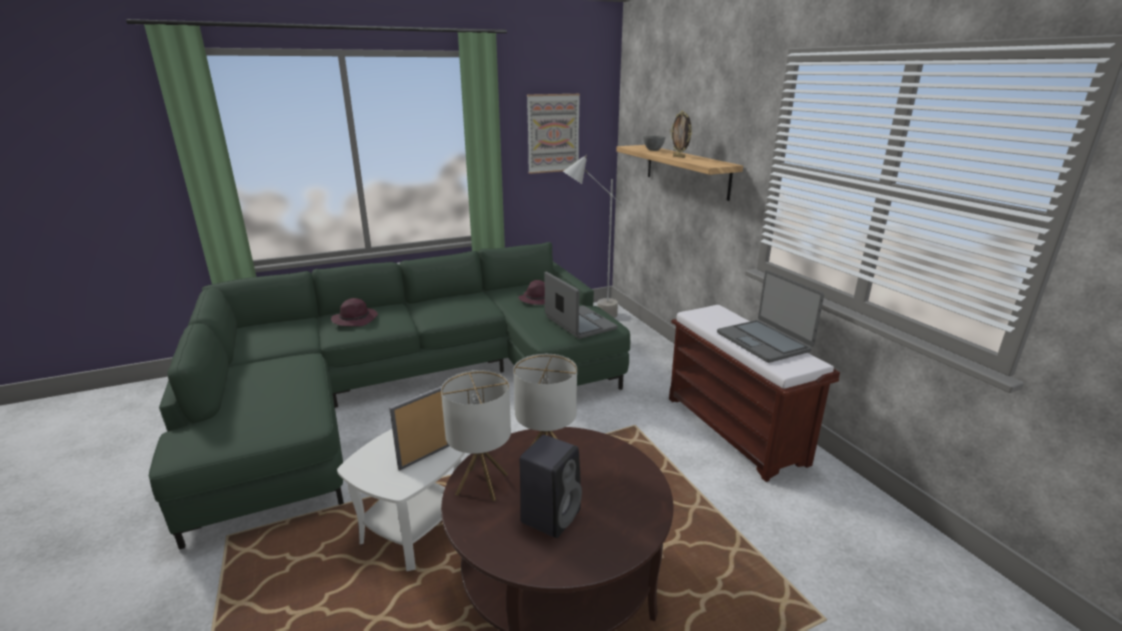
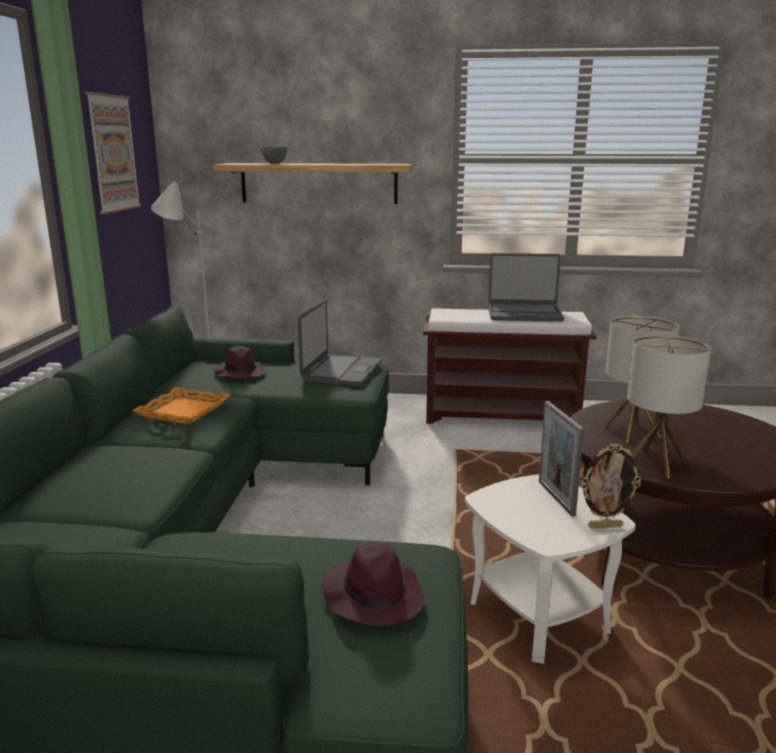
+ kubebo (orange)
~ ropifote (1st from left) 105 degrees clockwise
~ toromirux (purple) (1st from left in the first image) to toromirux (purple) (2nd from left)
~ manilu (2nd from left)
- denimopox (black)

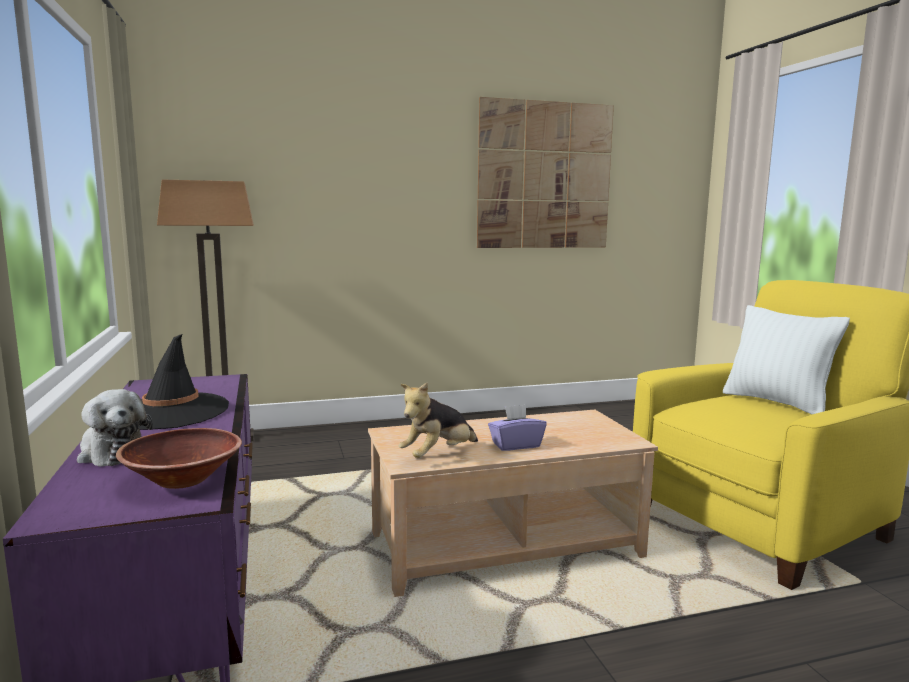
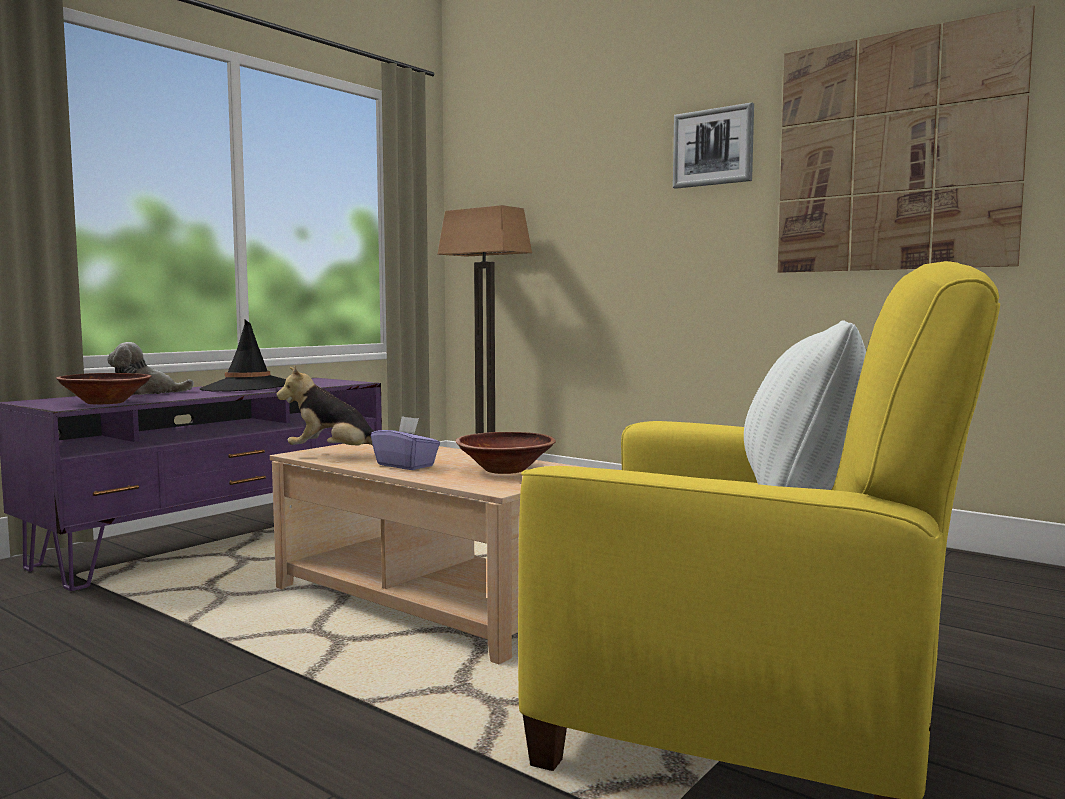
~ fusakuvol (1st from left) 60 degrees clockwise
+ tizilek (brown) (2nd from left)
+ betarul (1st from left)

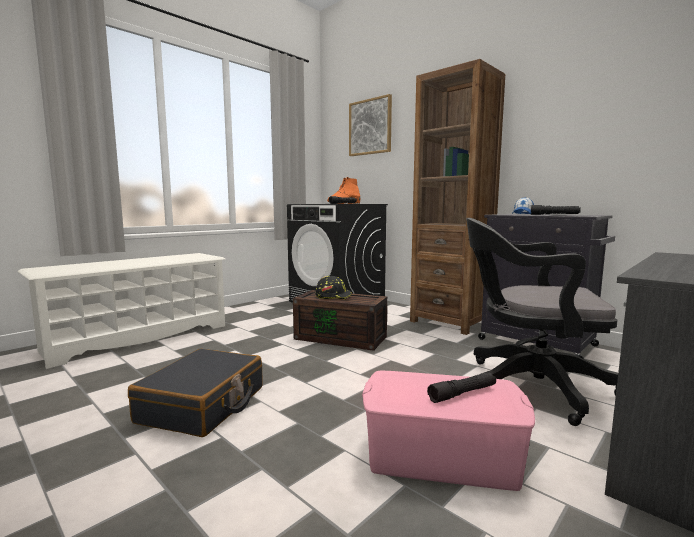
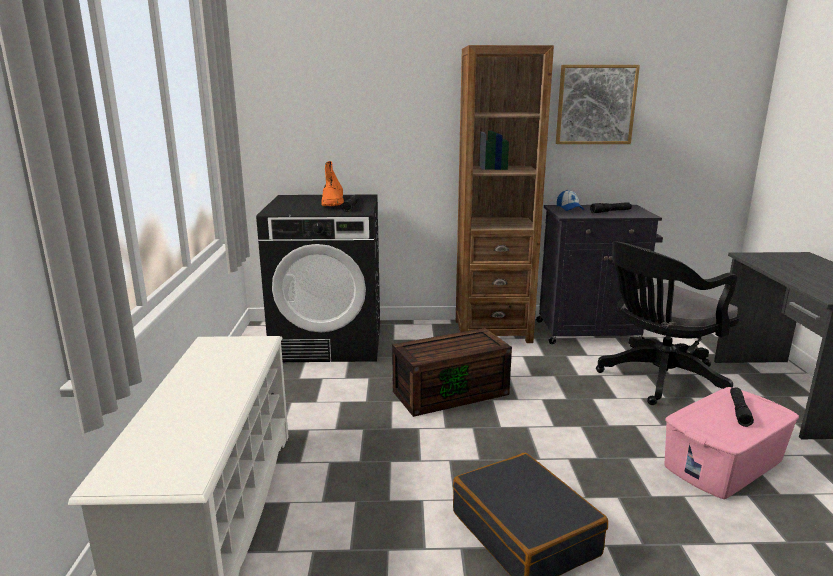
~ betarul
- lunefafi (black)

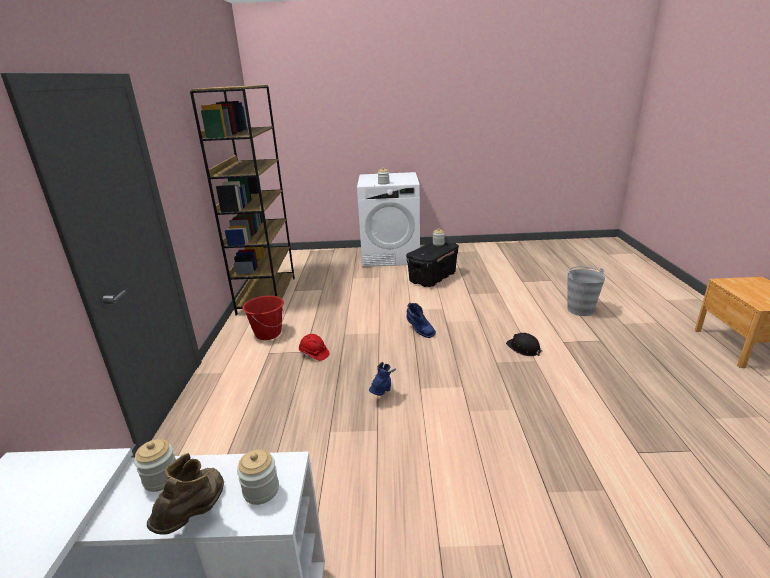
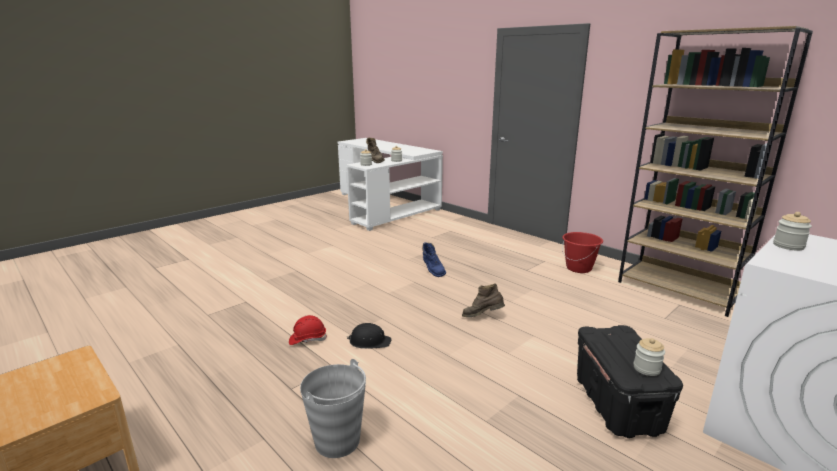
~ lunefafi (red)
~ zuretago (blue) (2nd from left) to zuretago (brown) (2nd from left)

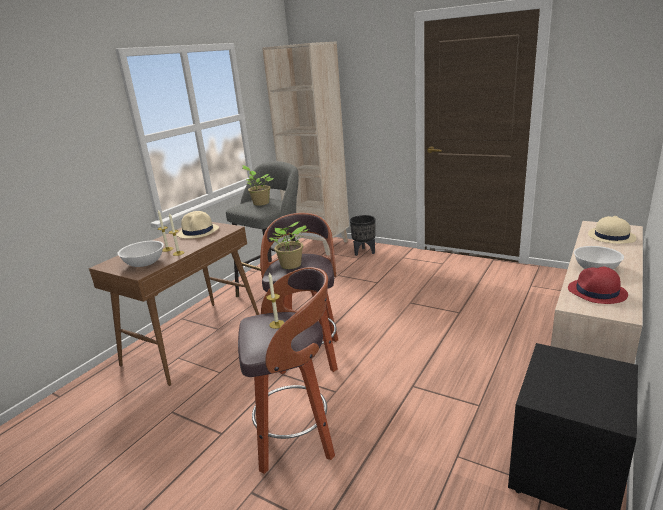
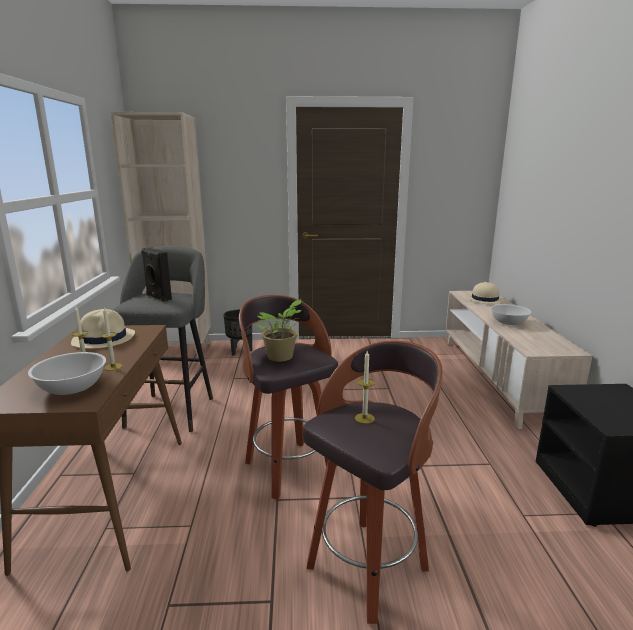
~ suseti (1st from left) to denimopox (black)
- toromirux (red)

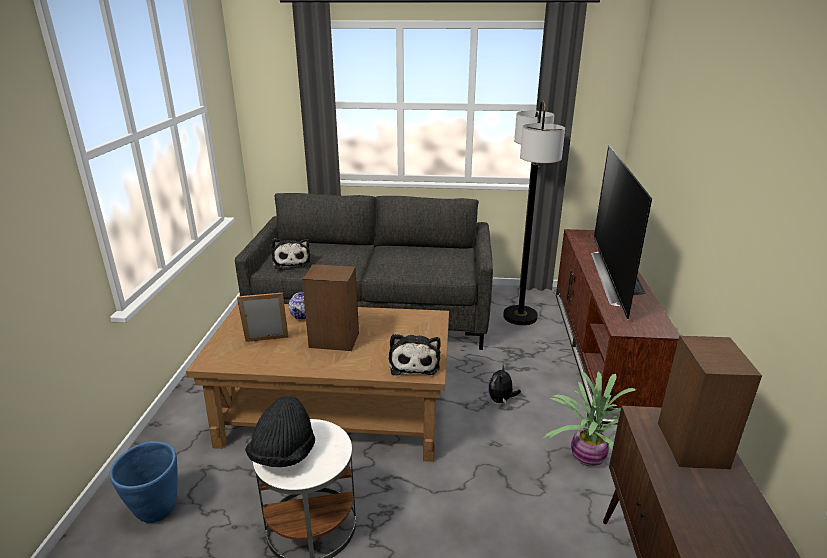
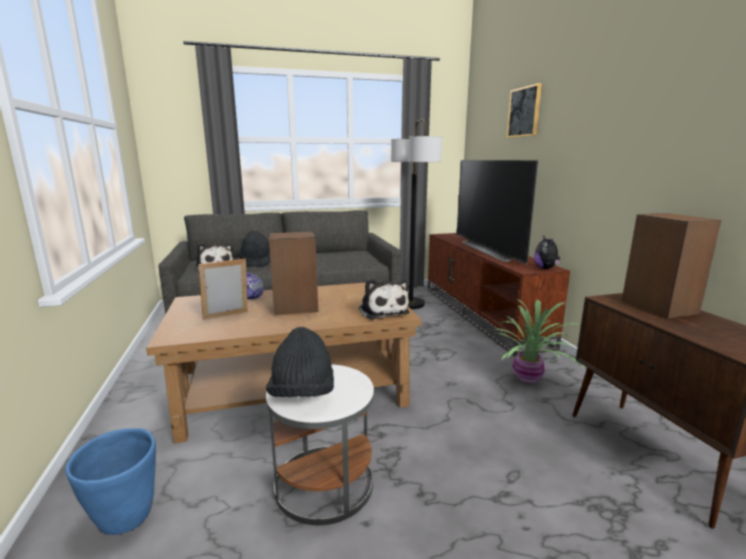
+ toromirux (black) (1st from left)
+ betarul
~ fusakuvol (3rd from left)

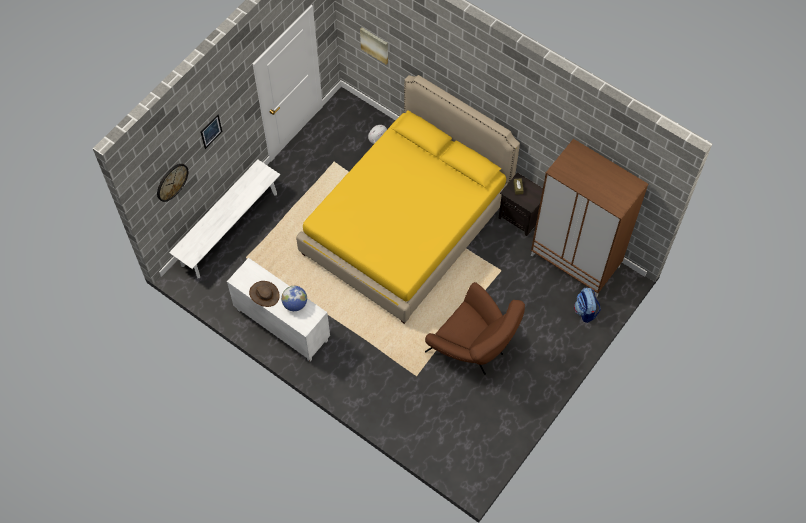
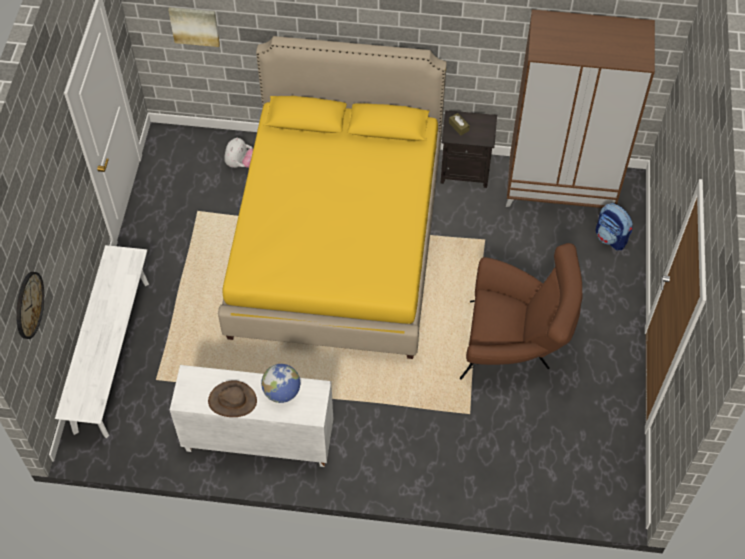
- betarul (1st from left)

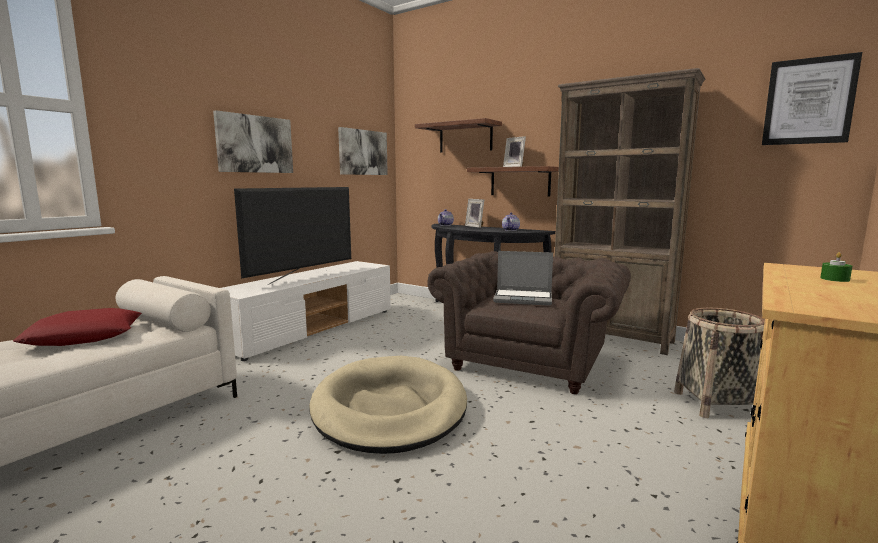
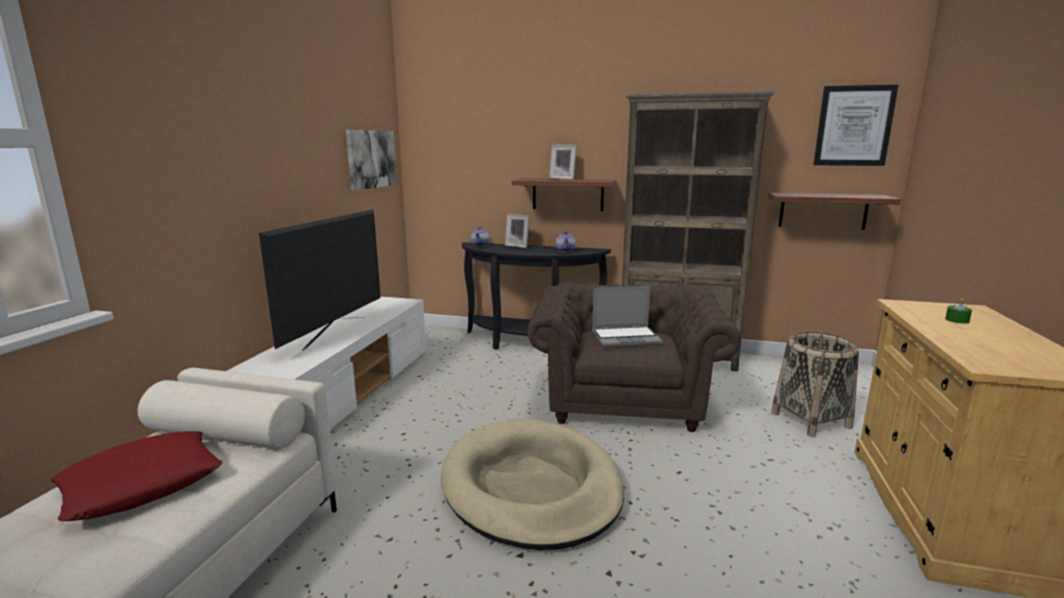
~ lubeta (1st from left in the first image) to lubeta (2nd from left)
- betarul (1st from left)

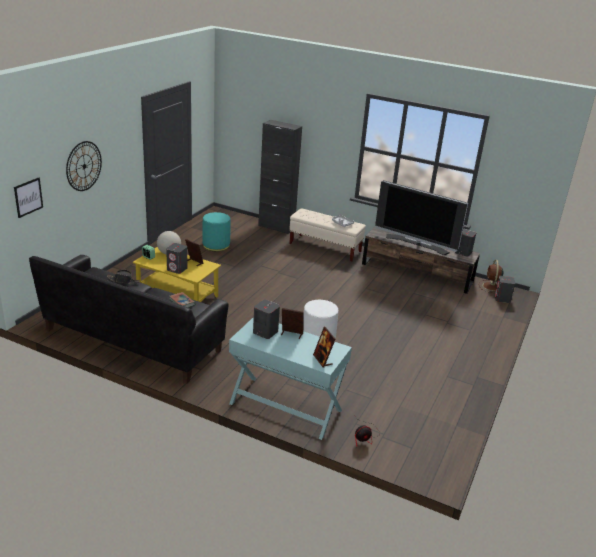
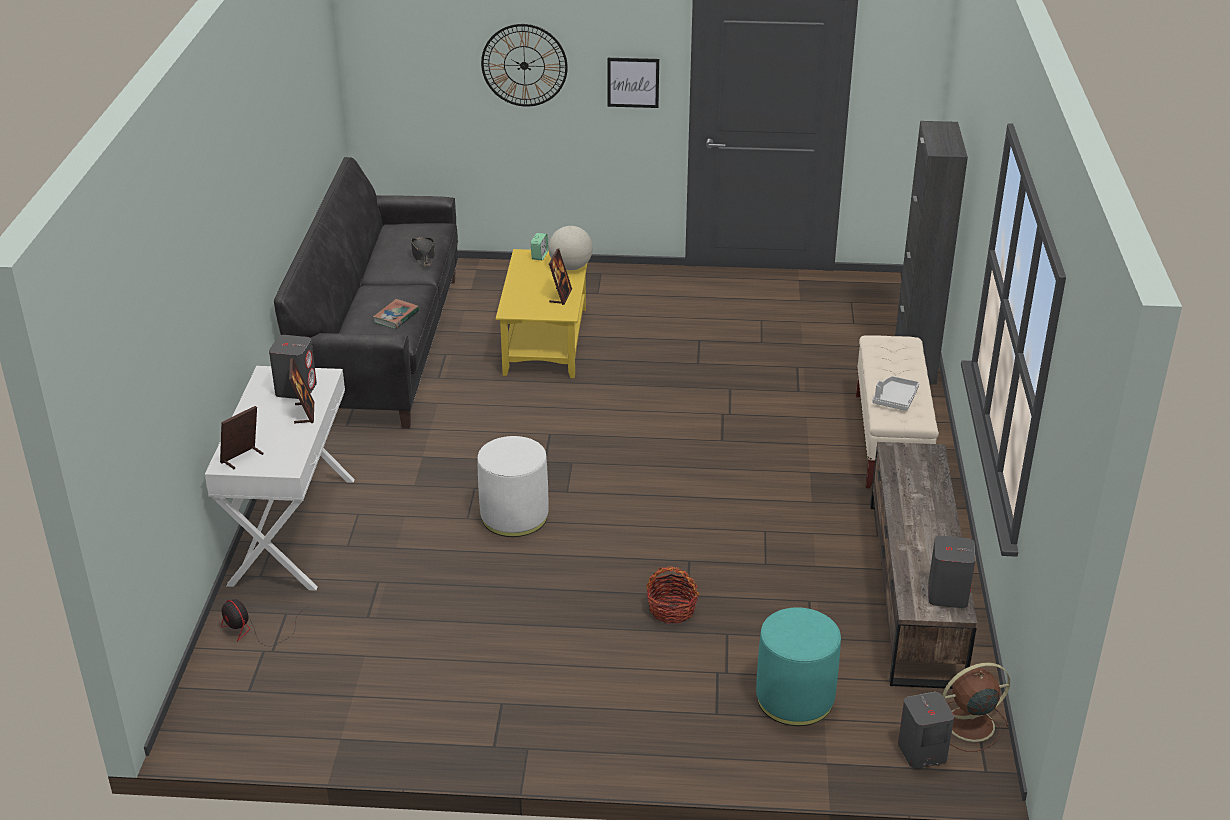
~ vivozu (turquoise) to vivozu (white)
~ betarul
+ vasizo
~ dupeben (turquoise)
- denimopox (grey) (1st from left)
- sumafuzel

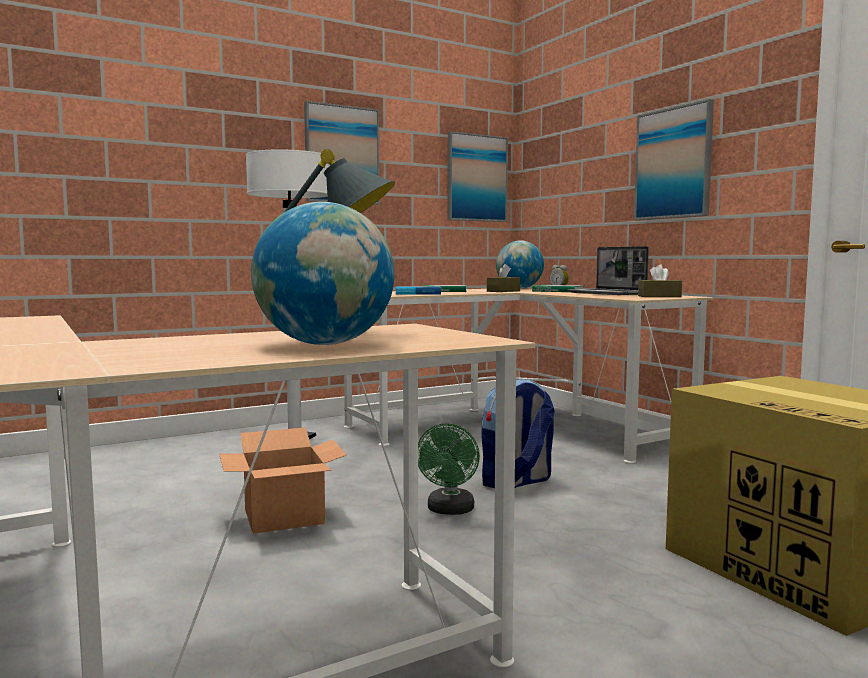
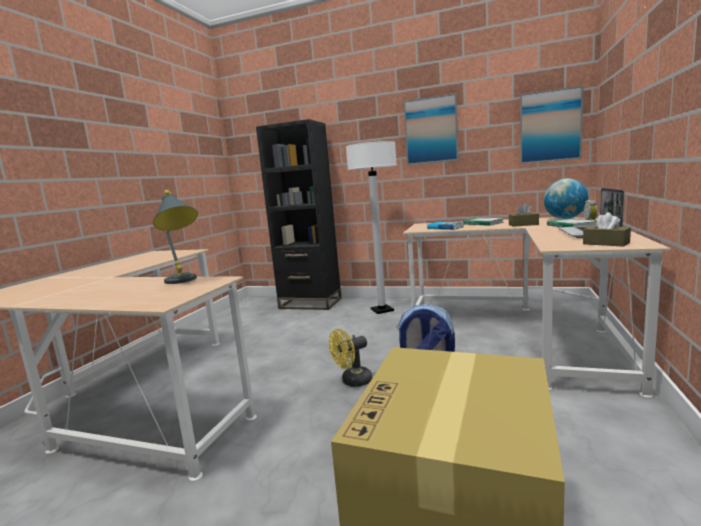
+ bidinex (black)
~ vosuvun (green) to vosuvun (yellow)
- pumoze (1st from left)
- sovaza (1st from left)
- betarul (3rd from left)

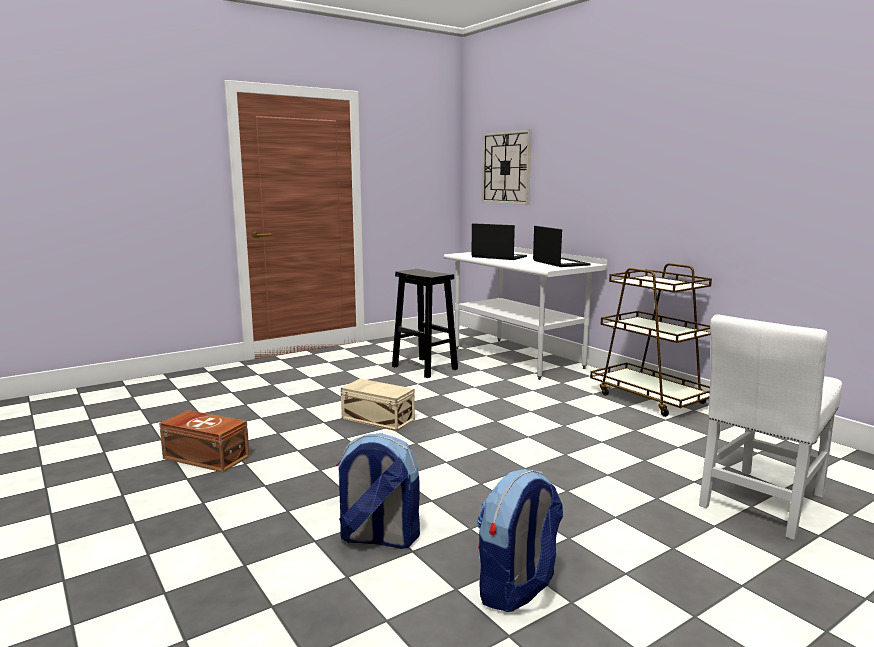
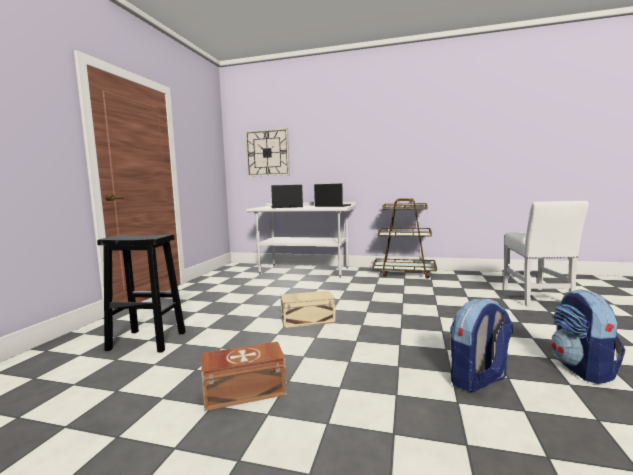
~ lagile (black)

